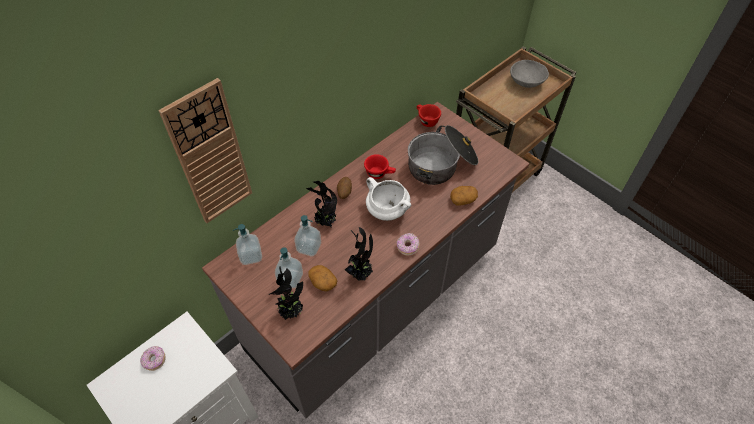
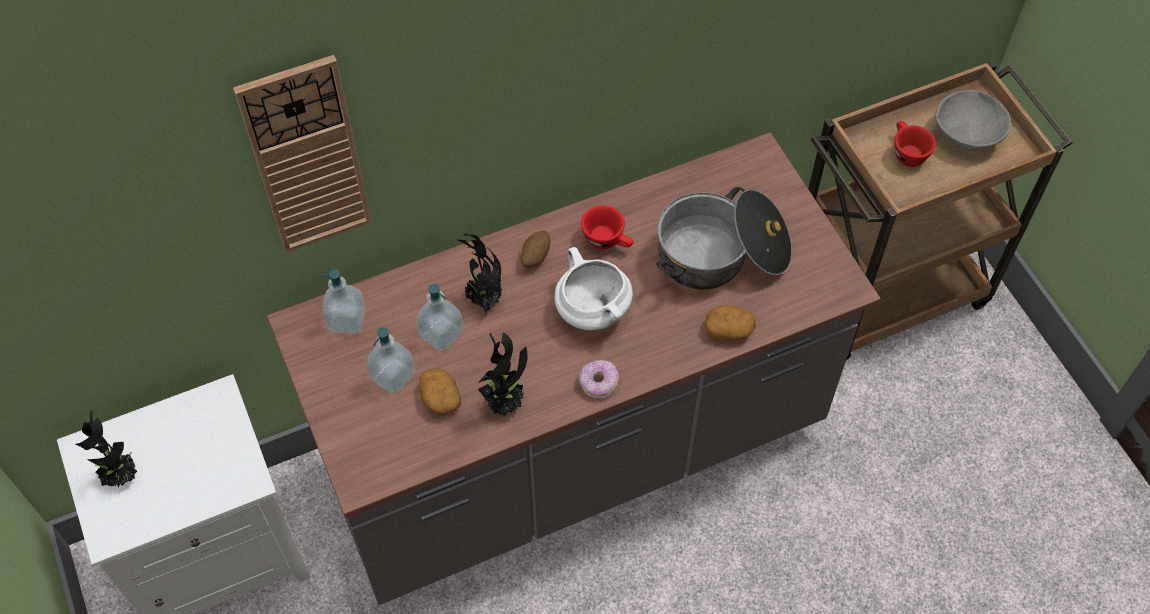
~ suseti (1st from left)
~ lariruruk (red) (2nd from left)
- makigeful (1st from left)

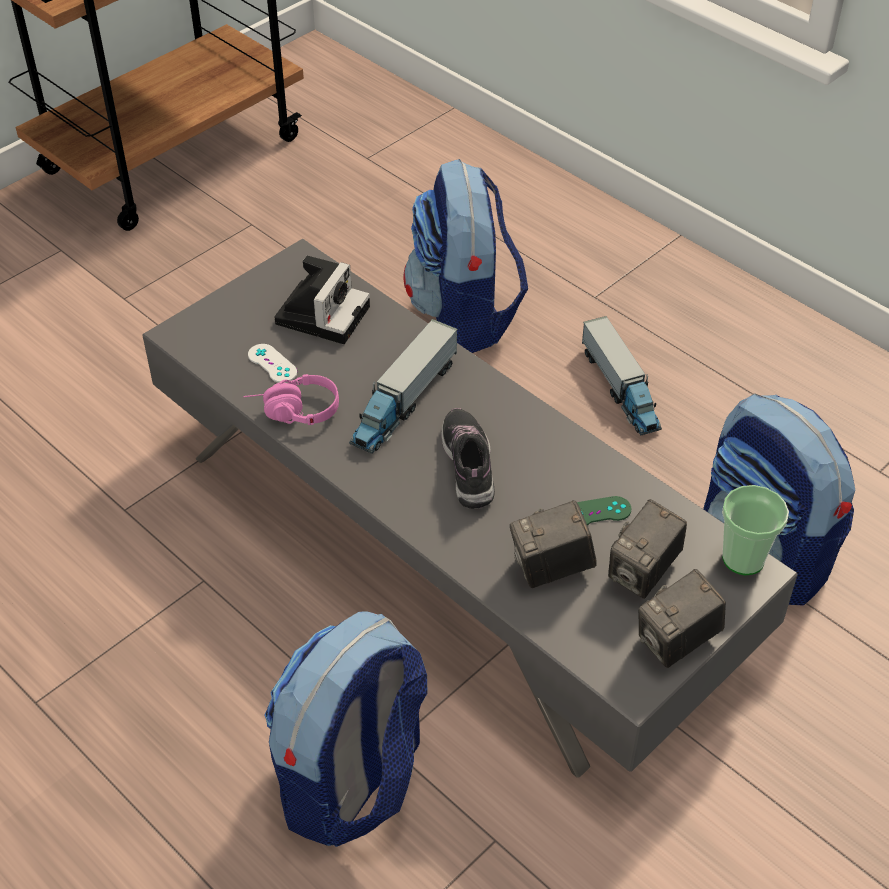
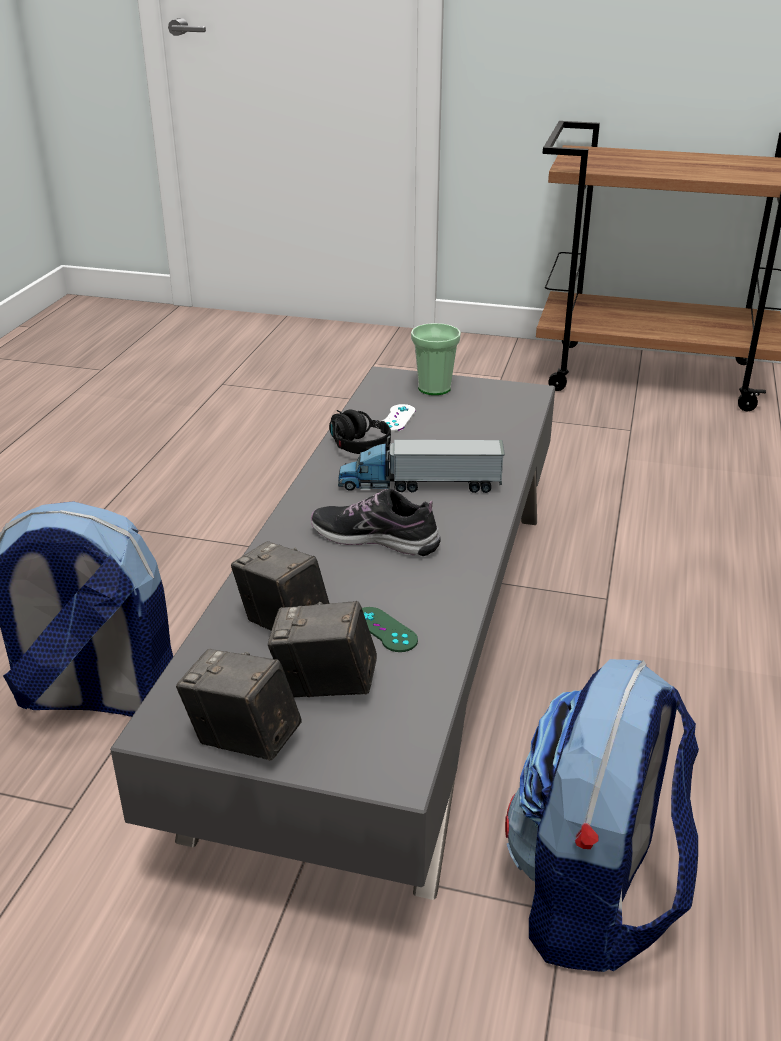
~ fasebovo 120 degrees counterclockwise
~ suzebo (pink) to suzebo (black)
~ lariruruk
- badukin (1st from left)
- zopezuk (2nd from left)
- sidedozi (2nd from left)

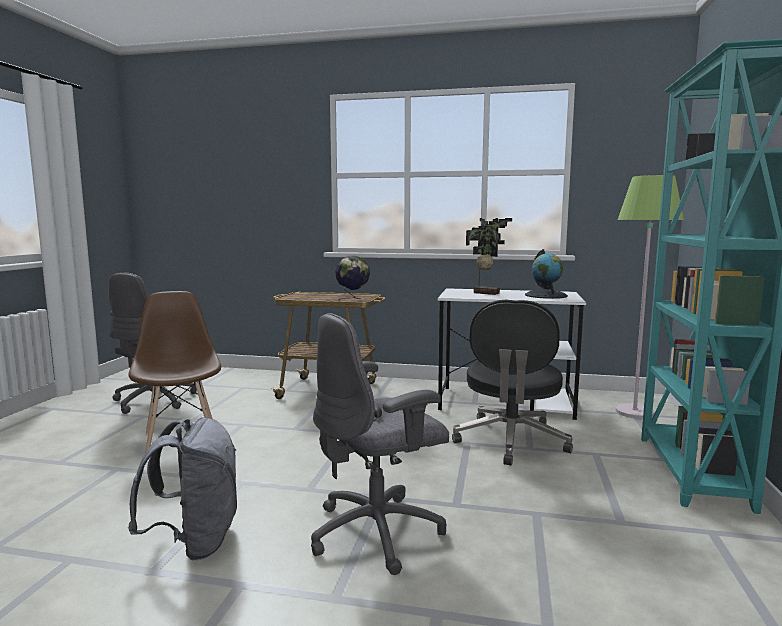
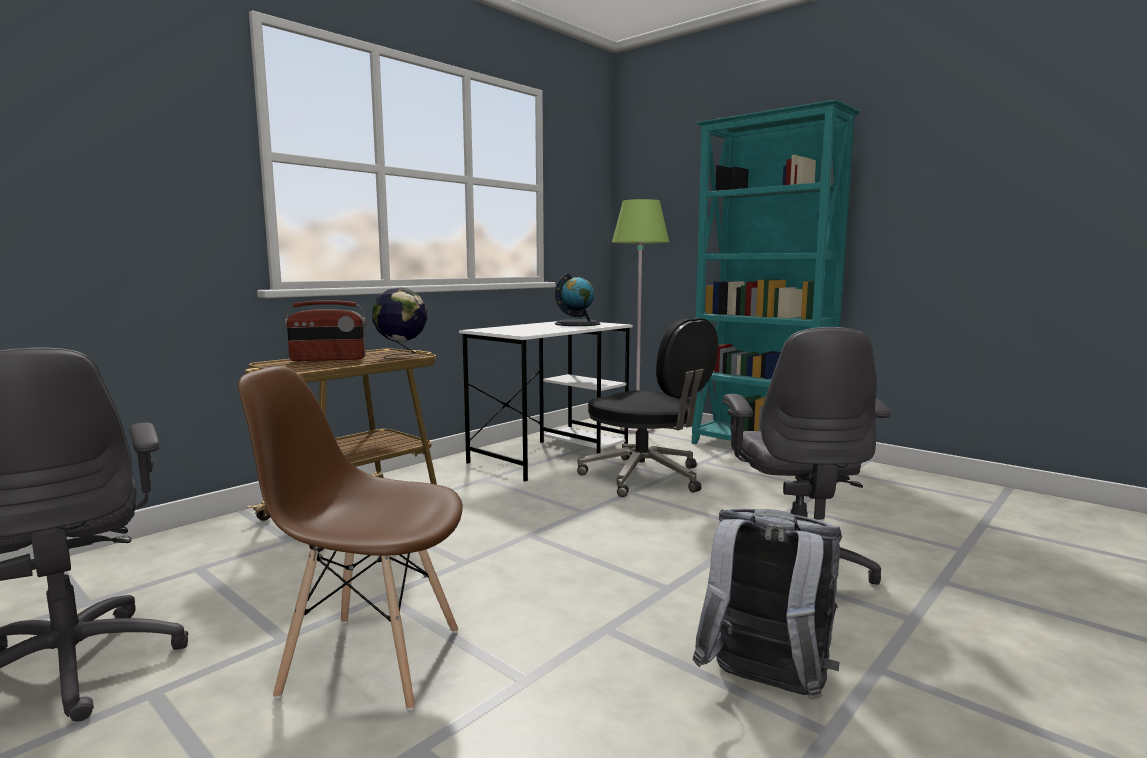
+ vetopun
- suseti

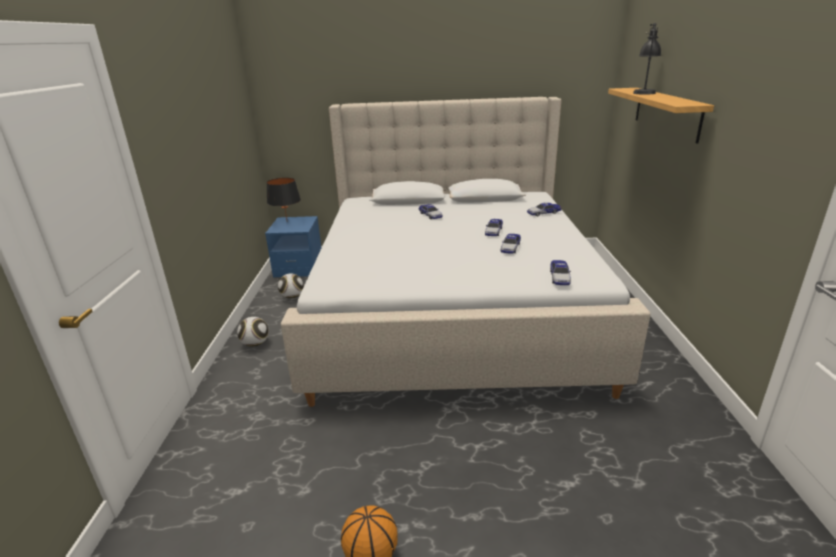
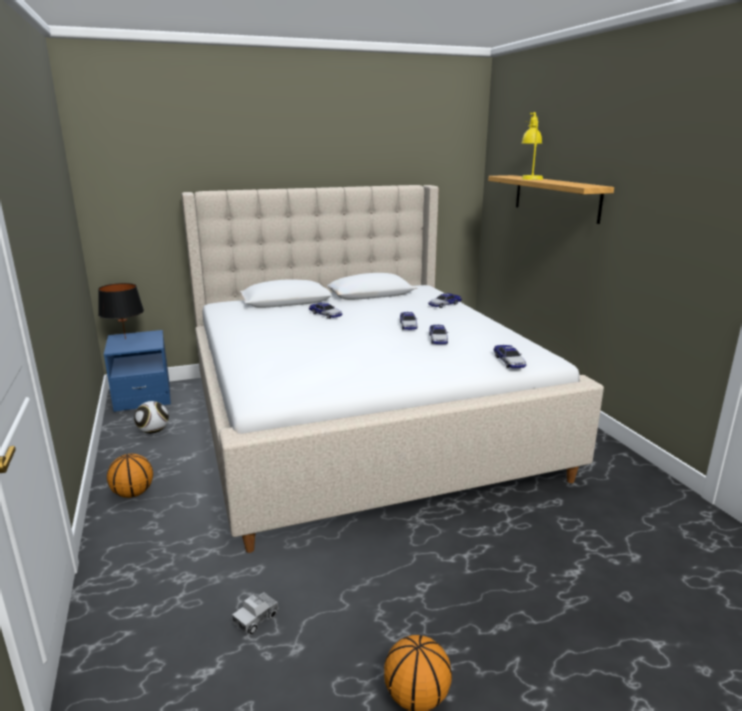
~ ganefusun (1st from left) to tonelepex (1st from left)
+ sidedozi
~ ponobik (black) (2nd from left) to ponobik (yellow)

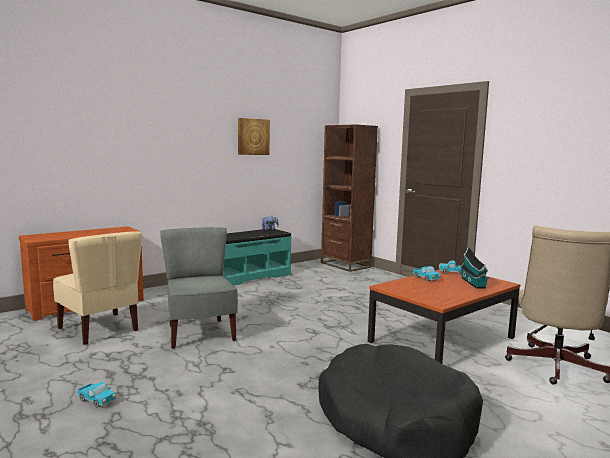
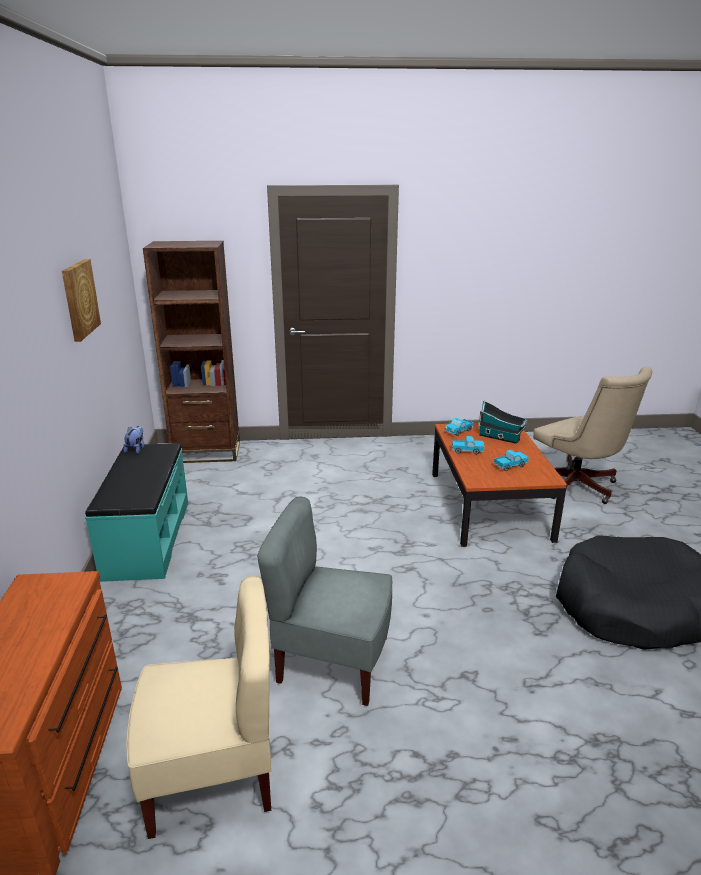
~ sidedozi (1st from left in the first image) to sidedozi (3rd from left)

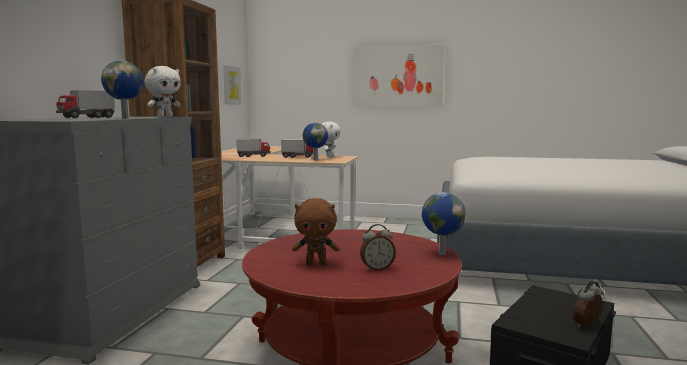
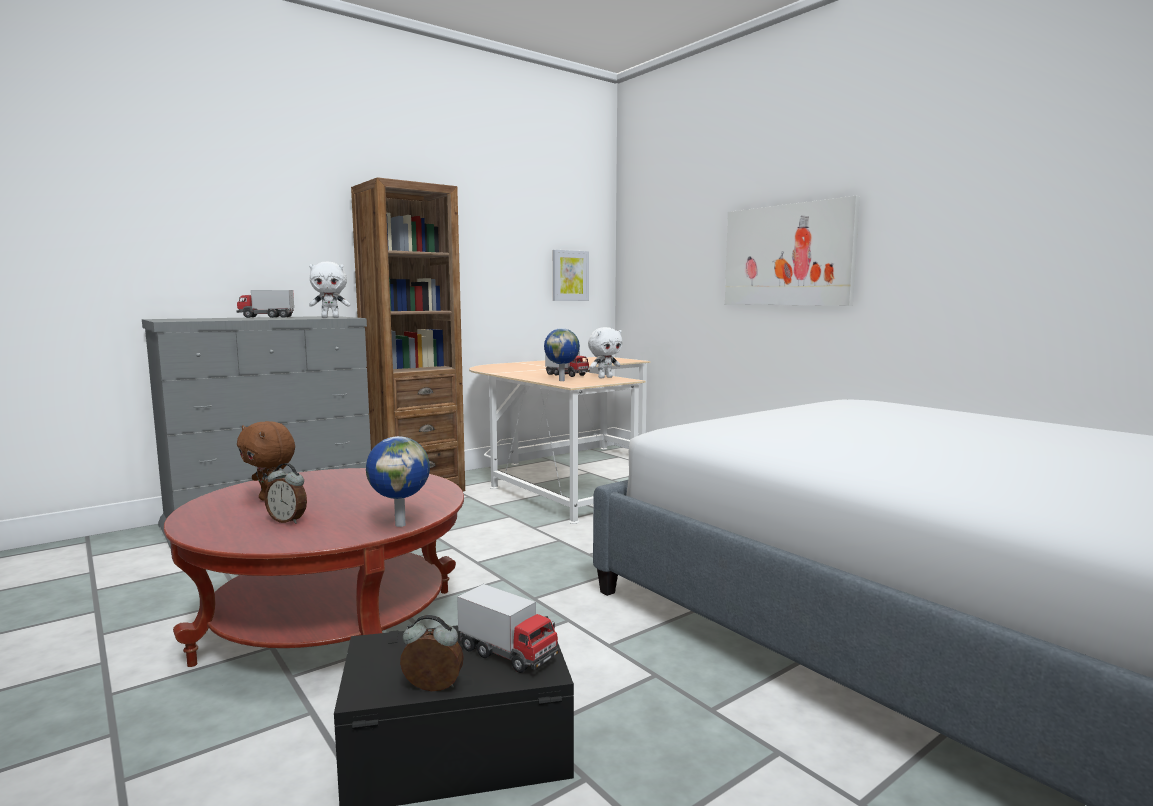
~ sidedozi (2nd from left)
- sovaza (1st from left)

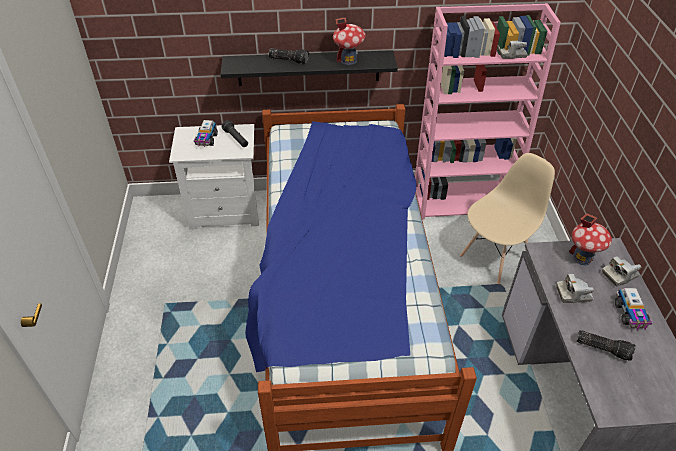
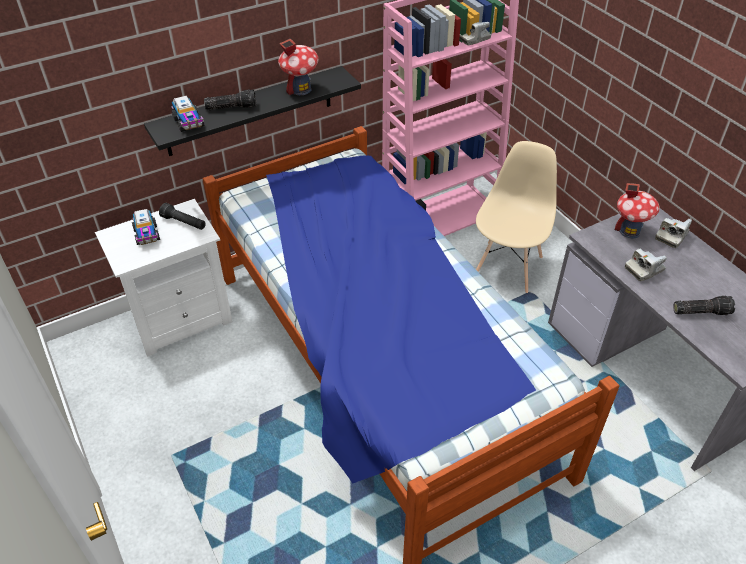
~ sidedozi (2nd from left)

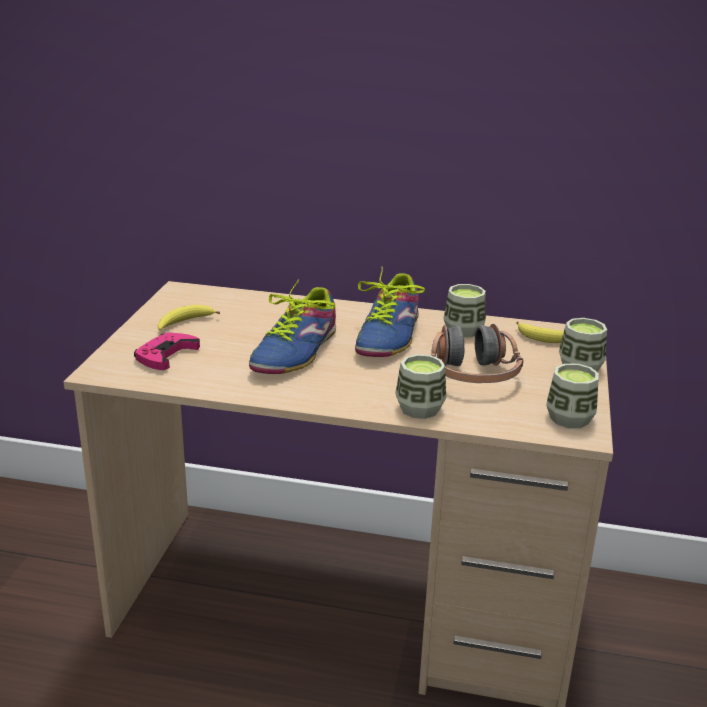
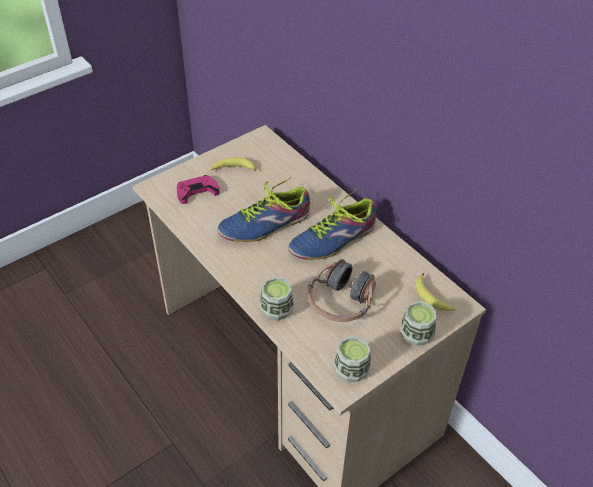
- lariruruk (2nd from left)

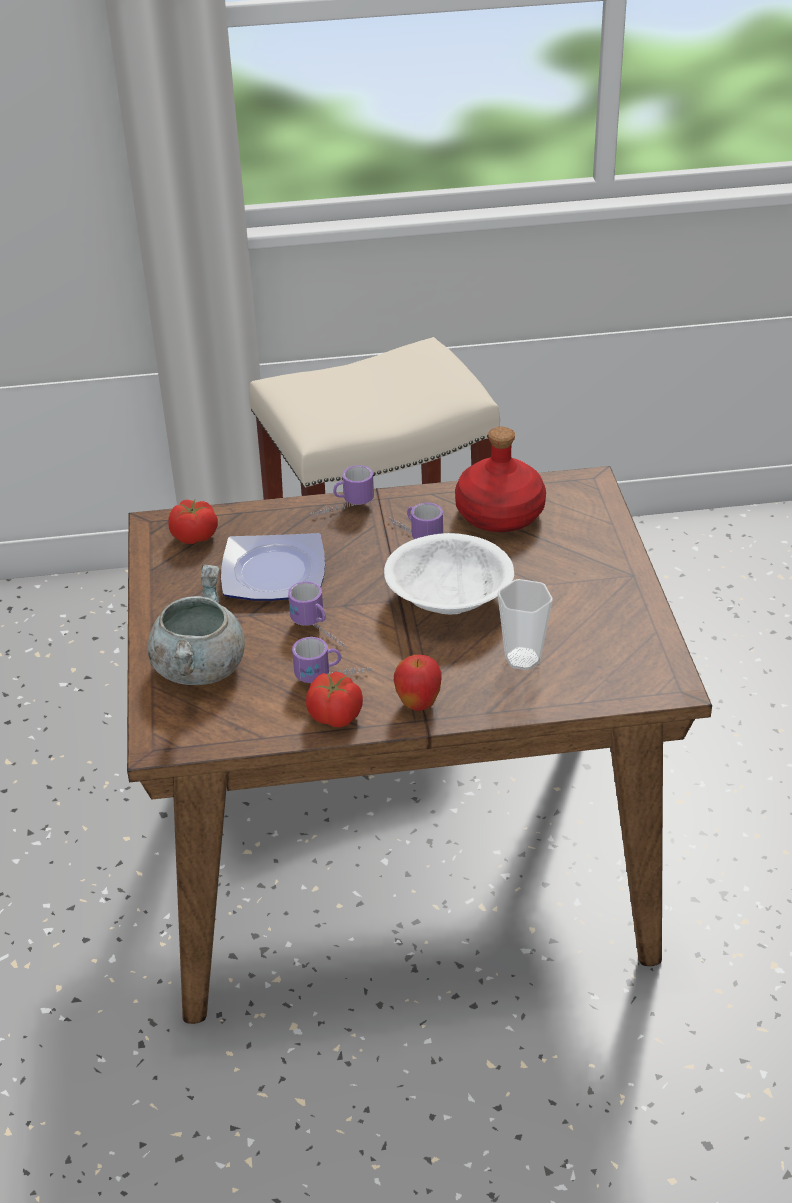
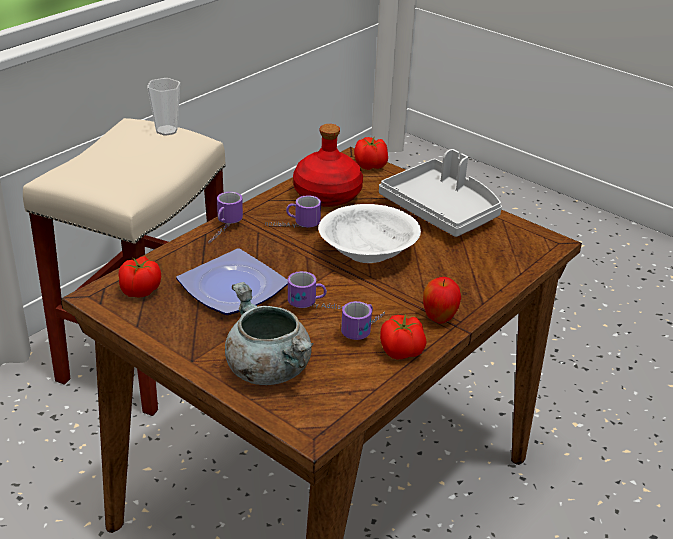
~ lariruruk
+ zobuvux (2nd from left)
+ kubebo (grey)

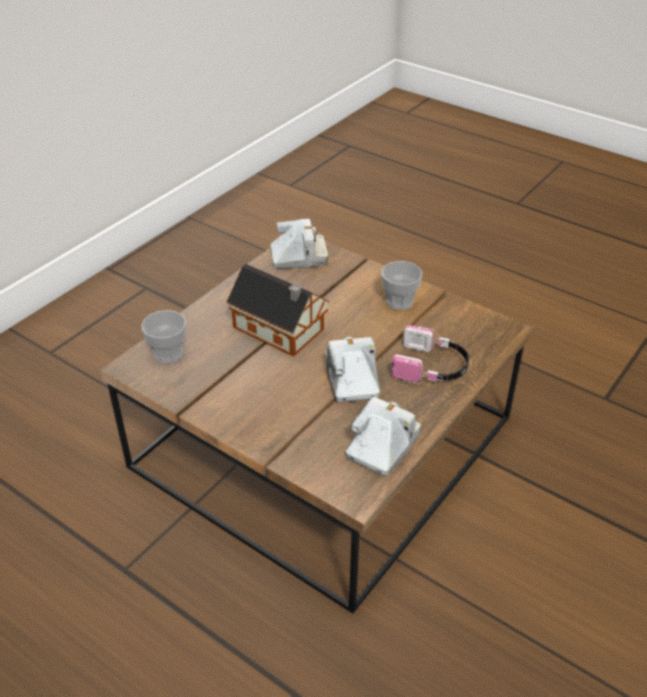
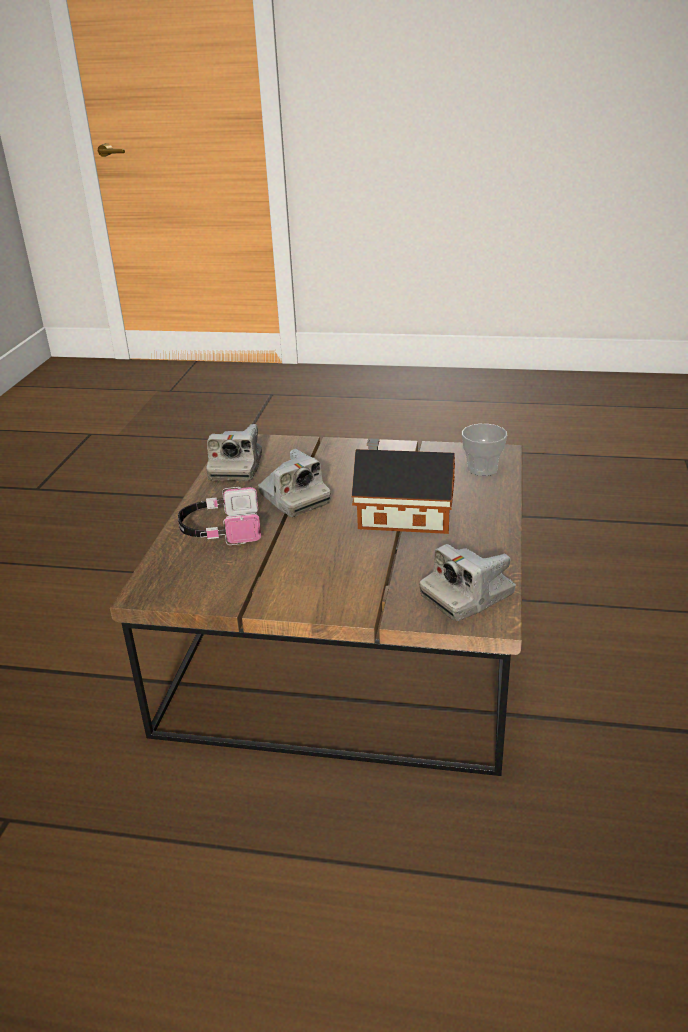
- lariruruk (2nd from left)

